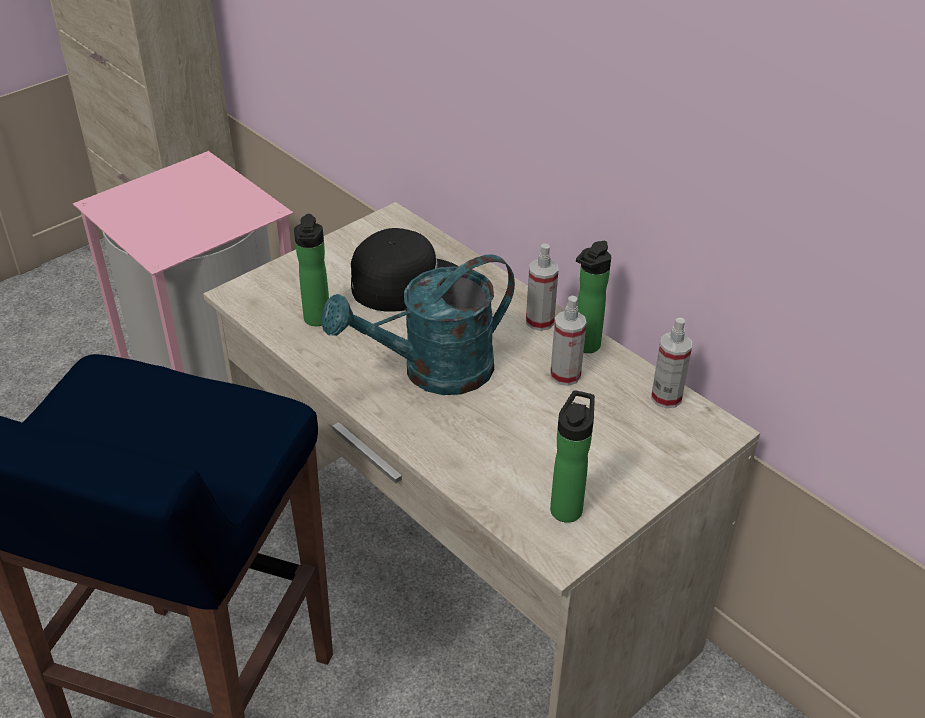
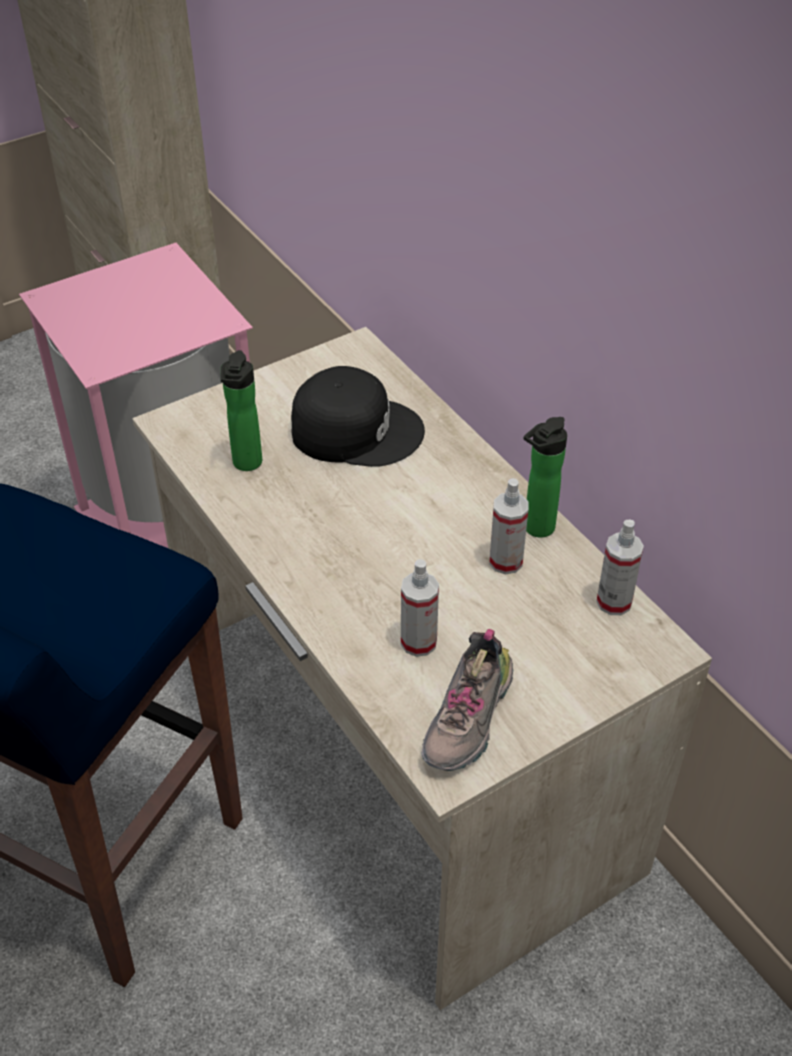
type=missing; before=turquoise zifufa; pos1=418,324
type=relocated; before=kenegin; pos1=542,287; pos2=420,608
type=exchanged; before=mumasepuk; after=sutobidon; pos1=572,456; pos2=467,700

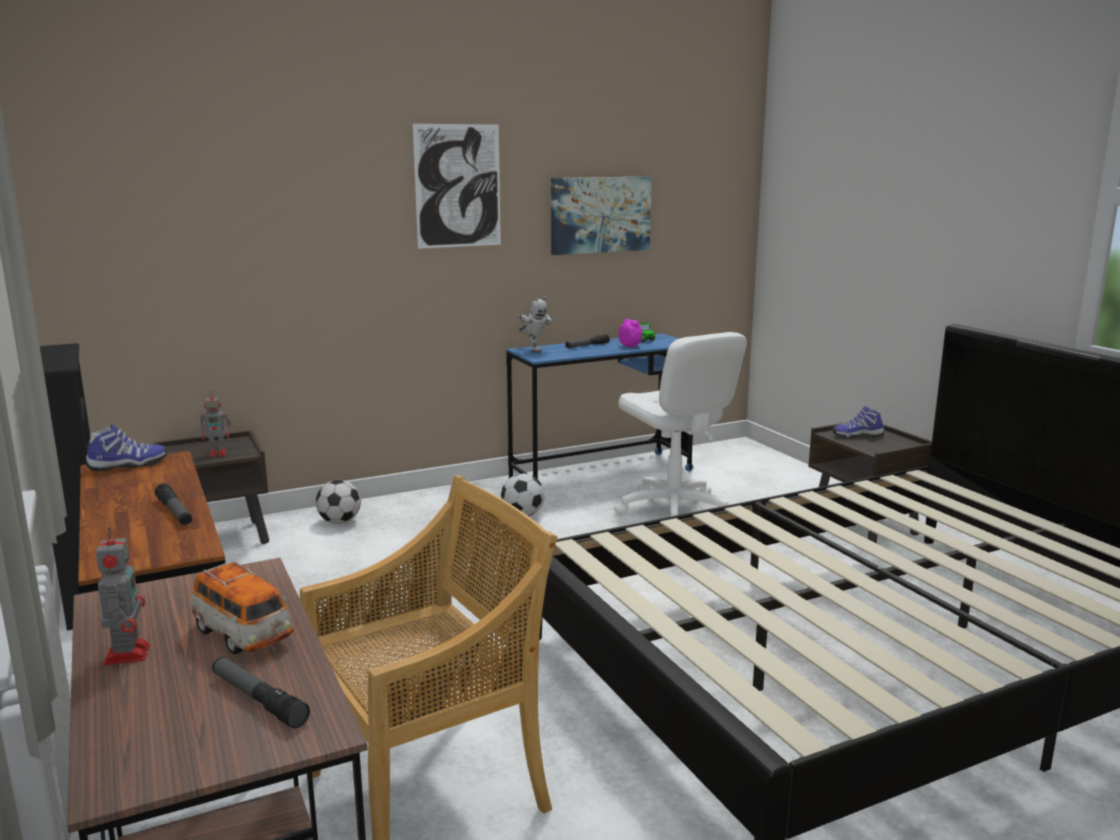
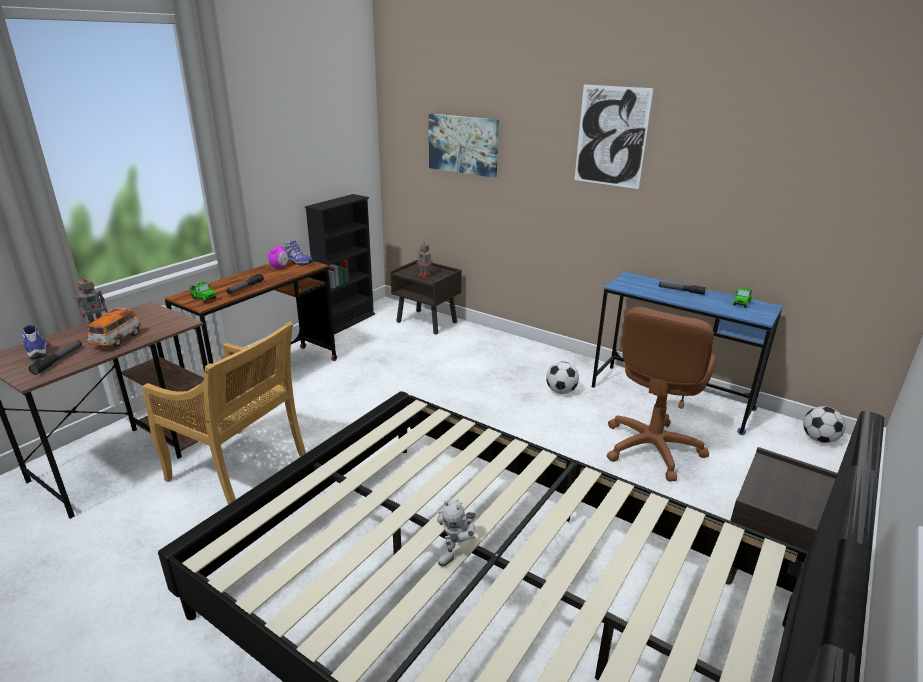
type=relocated; before=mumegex; pos1=338,502; pos2=824,424
type=relocated; before=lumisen; pos1=535,325; pos2=456,533
type=relocated; before=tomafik; pos1=601,215; pos2=464,146
type=colour; before=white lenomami; after=brown lenomami; pos1=680,424; pos2=661,394
type=relocated; before=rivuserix; pos1=630,333; pos2=278,257
type=relocated; before=sutobidon; pos1=858,422; pos2=35,342
type=appeared; after=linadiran; pos2=203,292

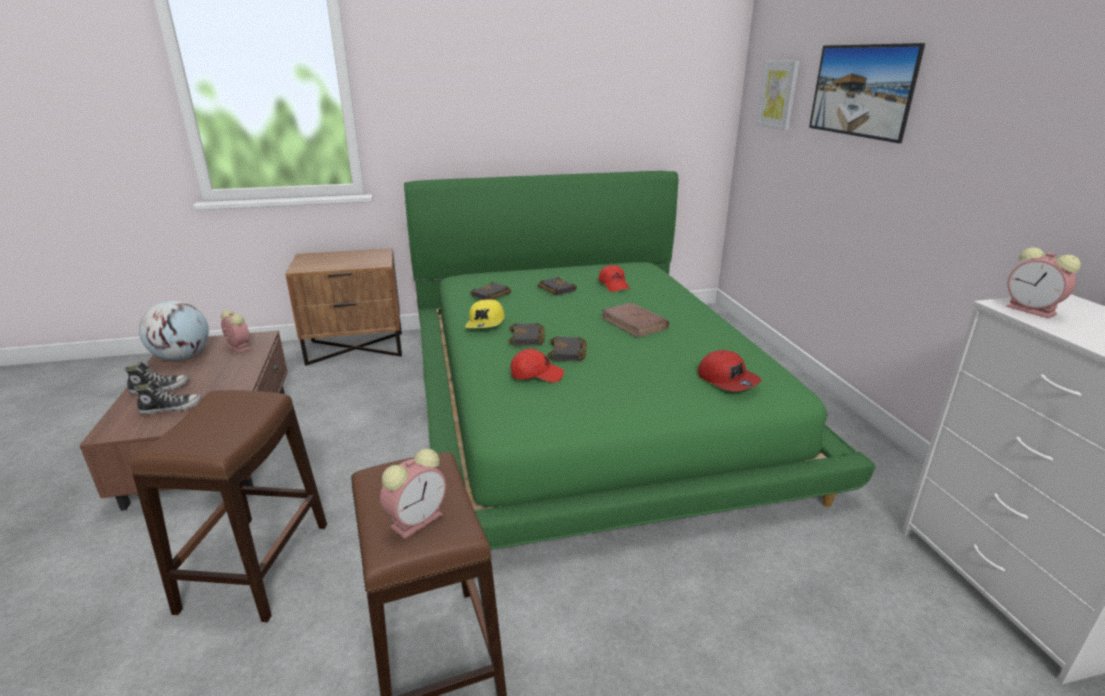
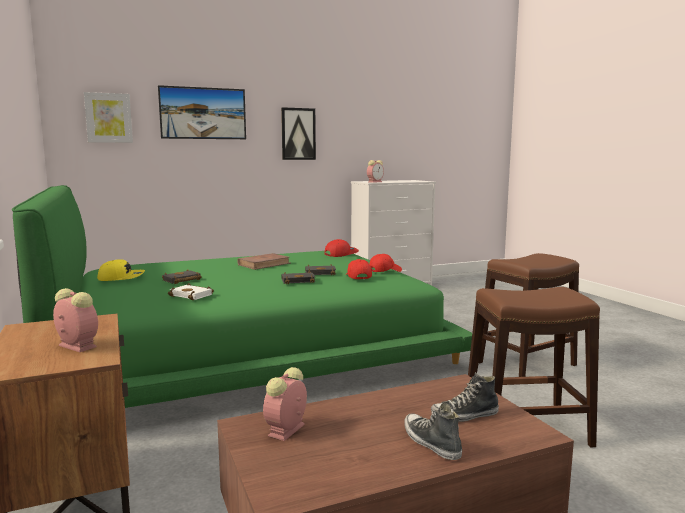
type=spun; before=sutobidon; pos1=168,397; pos2=465,397; turn=-75
type=missing; before=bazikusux; pos1=174,330
type=relocated; before=rivuserix; pos1=413,493; pos2=75,320
type=relocated; before=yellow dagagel; pos1=485,313; pos2=121,270
type=colour; before=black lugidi; after=white lugidi; pos1=491,291; pos2=191,291
type=relocated; before=red dagagel; pos1=614,278; pos2=385,263
type=appeared; after=tomafik; pos2=298,133

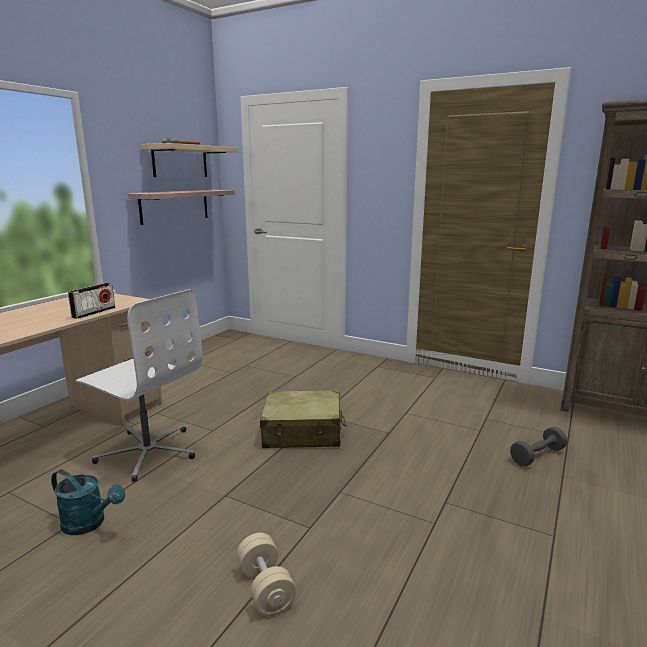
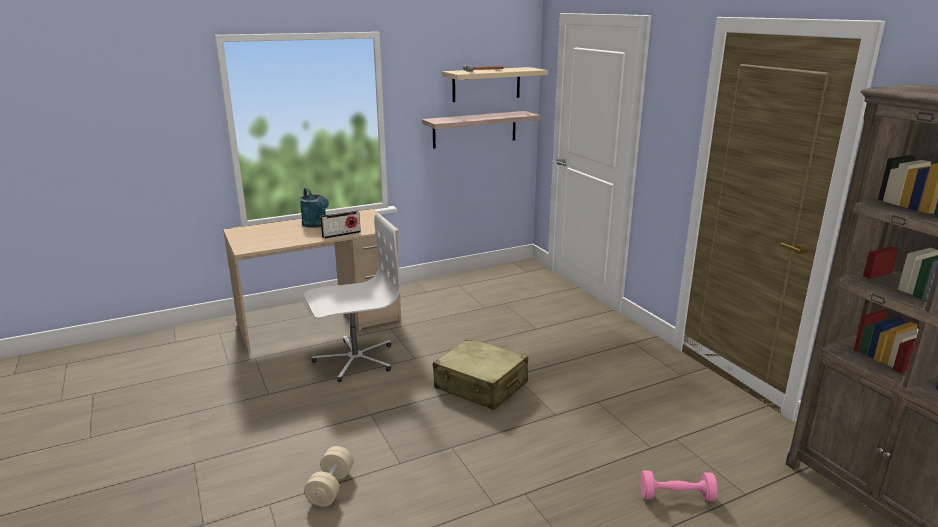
type=relocated; before=turquoise zifufa; pos1=88,502; pos2=314,208
type=spun; before=white lenomami; pos1=139,385; pos2=352,297; turn=-90
type=colour; before=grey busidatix; after=pink busidatix; pos1=538,446; pos2=679,485

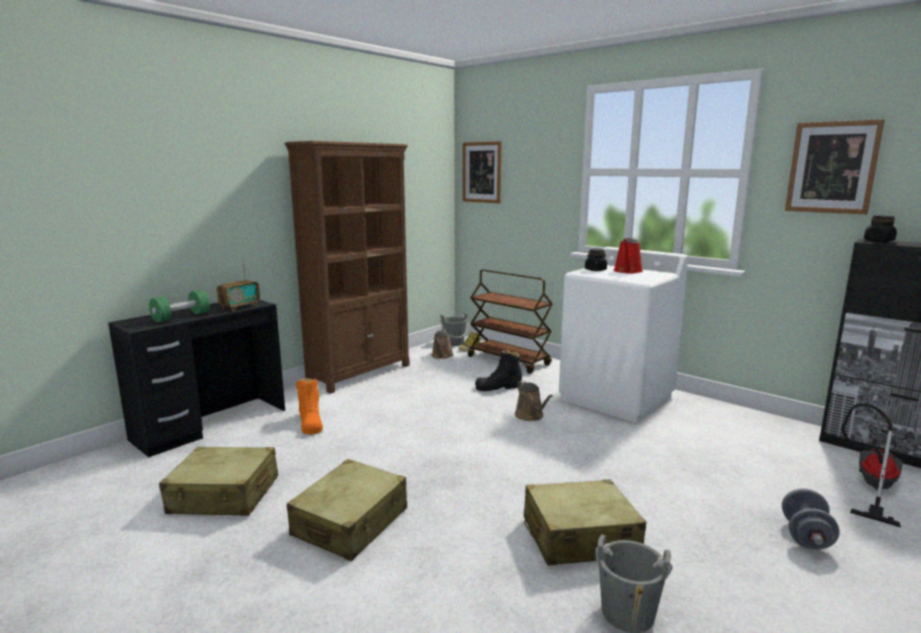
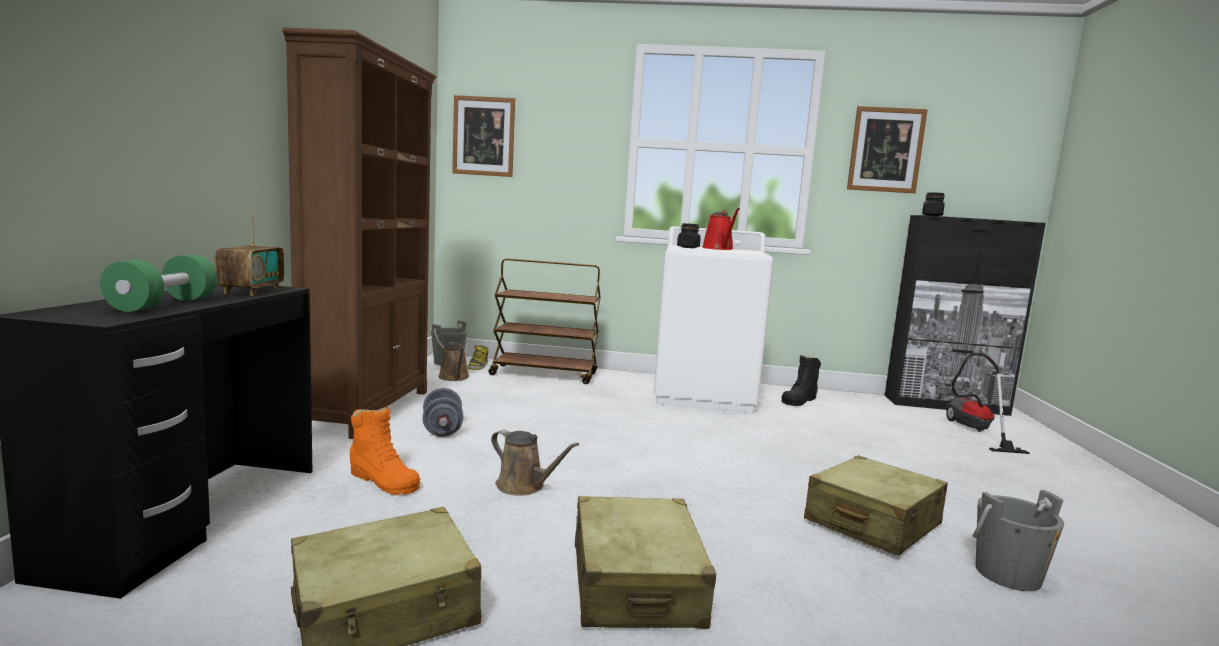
type=relocated; before=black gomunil; pos1=498,370; pos2=801,380
type=relocated; before=brown zifufa; pos1=534,400; pos2=535,462
type=relocated; before=grey busidatix; pos1=811,519; pos2=443,412

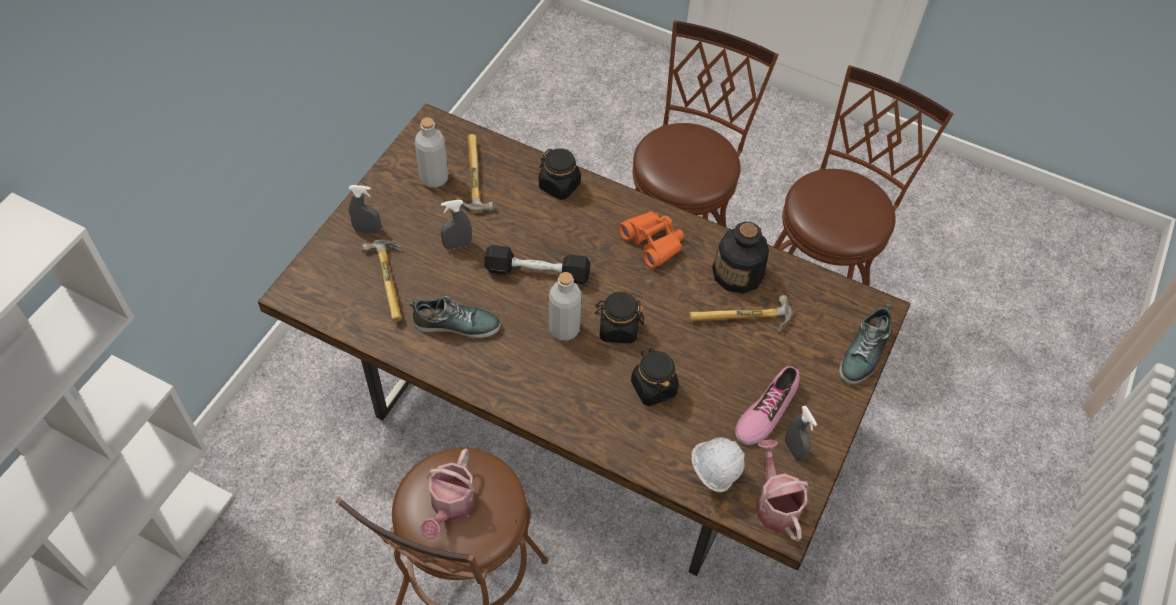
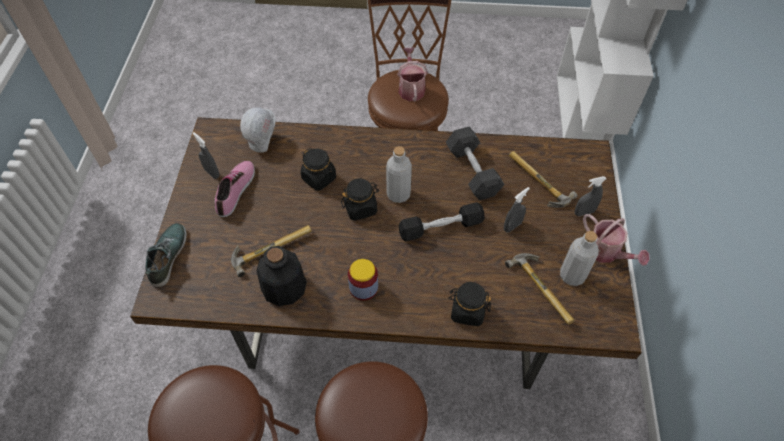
type=exchanged; before=sutobidon; after=black busidatix; pos1=455,317; pos2=475,163
type=exchanged; before=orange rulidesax; after=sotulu; pos1=651,239; pos2=363,279
type=relocated; before=zifufa; pos1=783,491; pos2=616,240

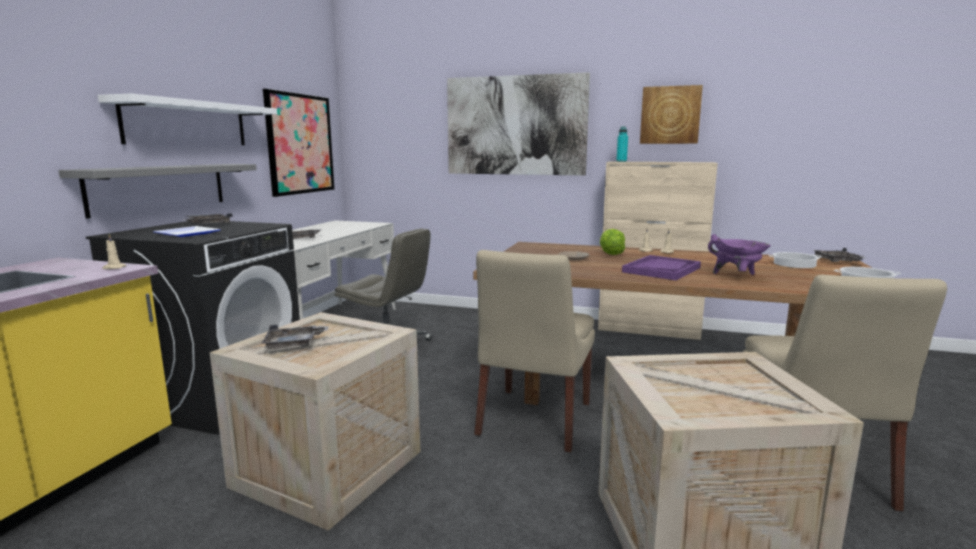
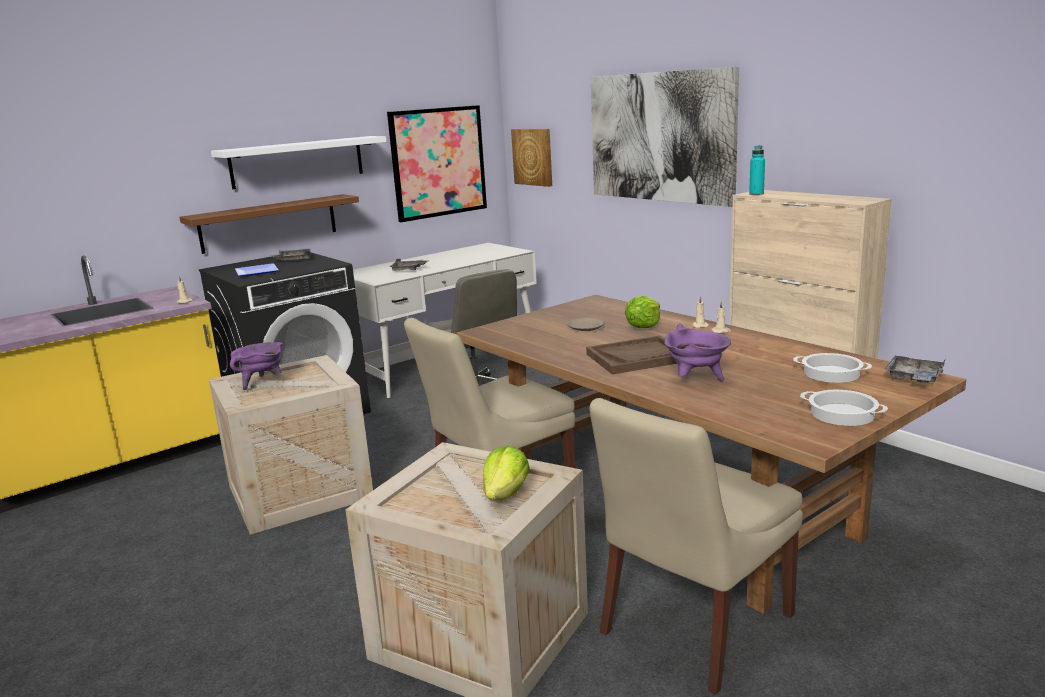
type=colour; before=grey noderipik; after=brown noderipik; pos1=158,191; pos2=269,224
type=exchanged; before=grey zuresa; after=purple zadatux; pos1=294,337; pos2=256,366
type=colour; before=purple zuresa; after=brown zuresa; pos1=661,267; pos2=631,354
type=relocated; before=tomafik; pos1=671,114; pos2=531,158
type=appeared; after=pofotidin; pos2=506,473

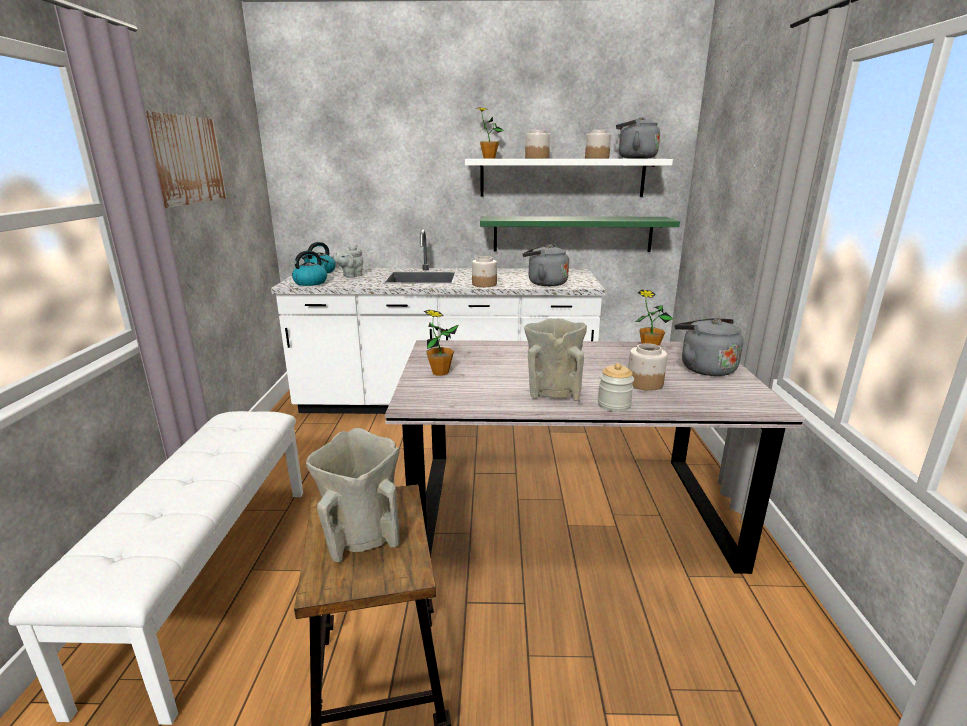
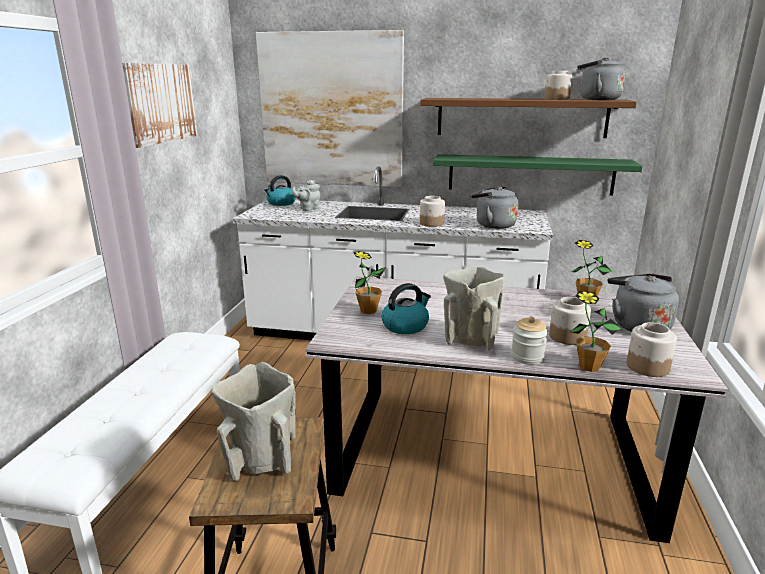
type=relocated; before=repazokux; pos1=310,268; pos2=406,308
type=colour; before=white noderipik; after=brown noderipik; pos1=569,178; pos2=528,118
type=relocated; before=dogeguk; pos1=490,133; pos2=596,331
type=relocated; before=sotulu; pos1=537,144; pos2=652,349
type=appeared; after=tomafik; pos2=330,108

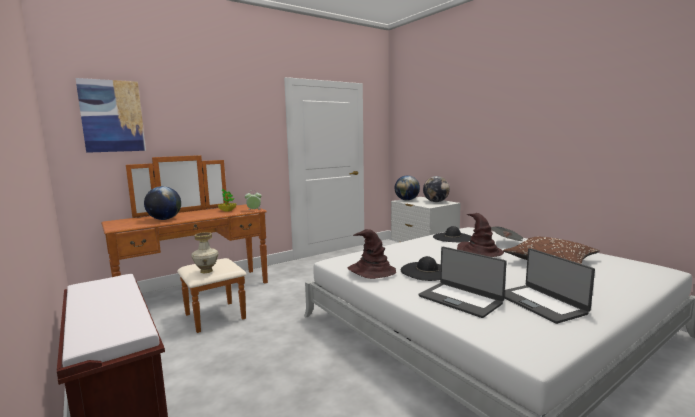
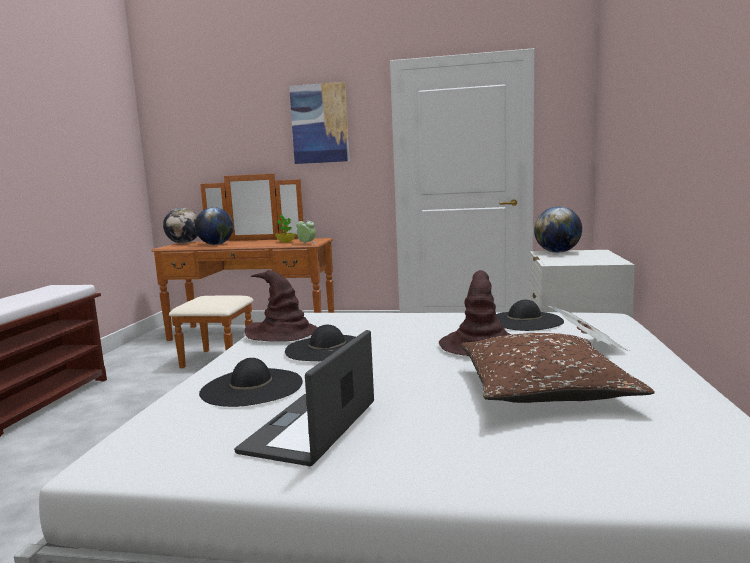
type=relocated; before=tomafik; pos1=110,115; pos2=319,123
type=missing; before=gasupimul; pos1=205,252
type=exchanged; before=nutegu; after=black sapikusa; pos1=462,282; pos2=251,382
type=relocated; before=bazikusux; pos1=436,189; pos2=180,226

